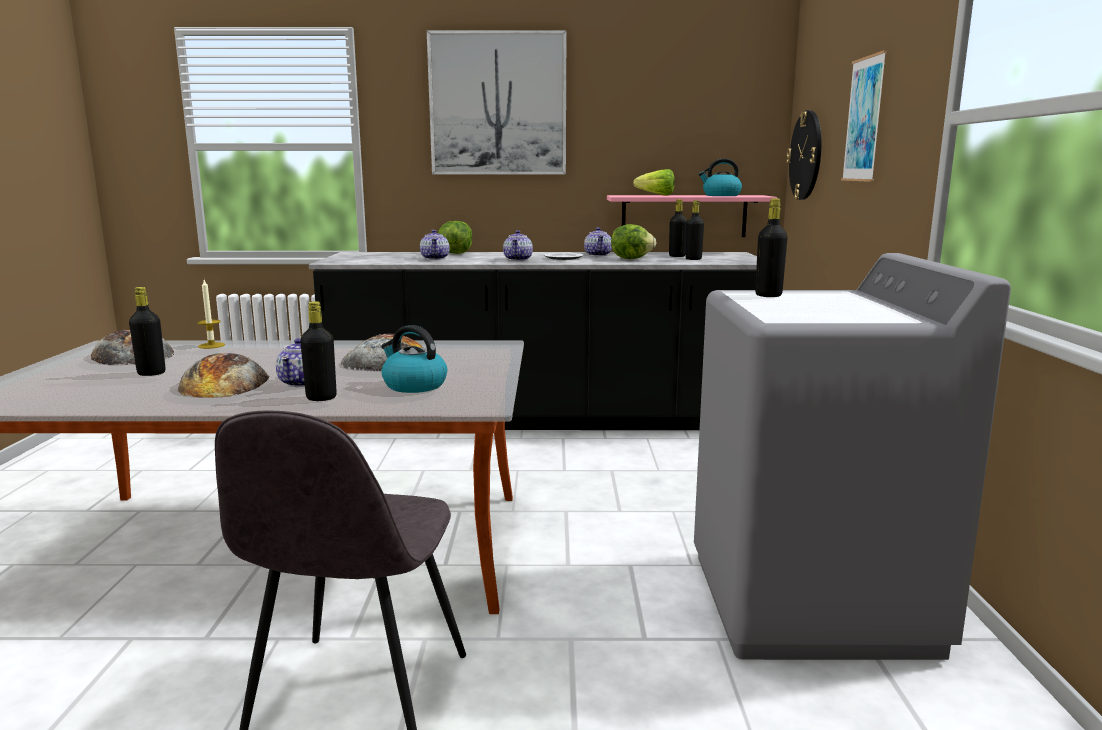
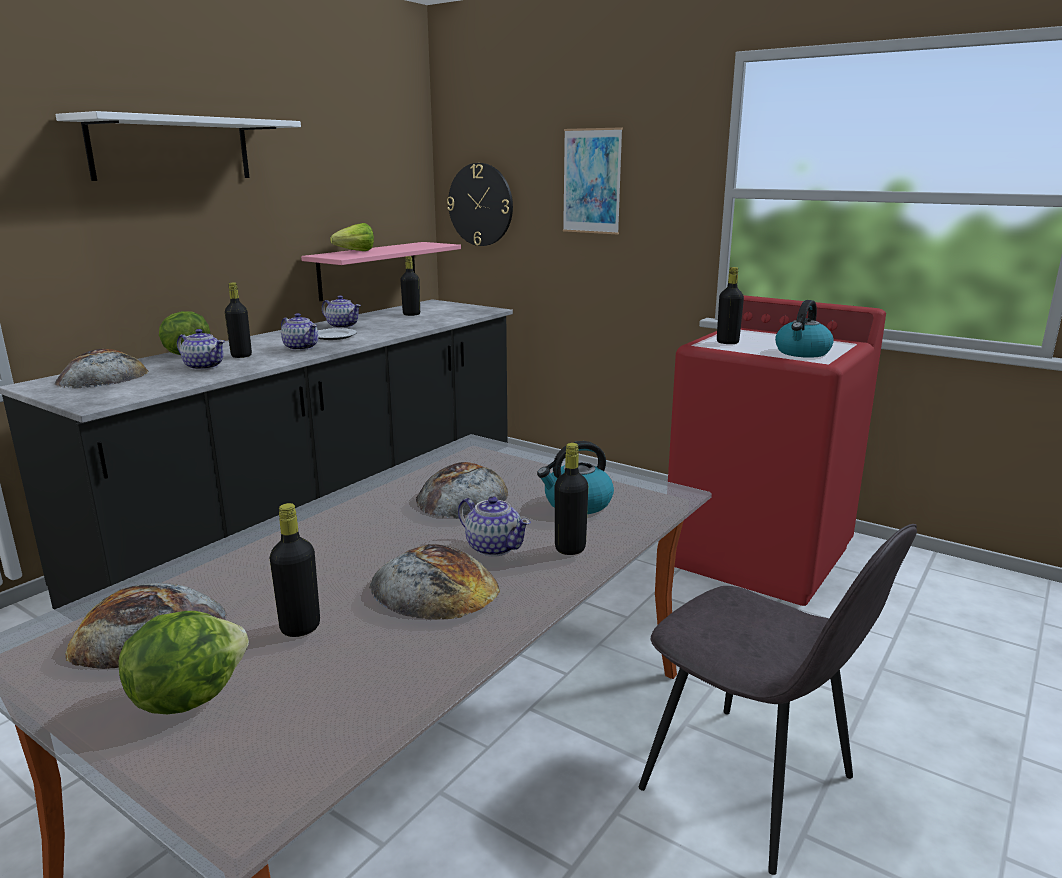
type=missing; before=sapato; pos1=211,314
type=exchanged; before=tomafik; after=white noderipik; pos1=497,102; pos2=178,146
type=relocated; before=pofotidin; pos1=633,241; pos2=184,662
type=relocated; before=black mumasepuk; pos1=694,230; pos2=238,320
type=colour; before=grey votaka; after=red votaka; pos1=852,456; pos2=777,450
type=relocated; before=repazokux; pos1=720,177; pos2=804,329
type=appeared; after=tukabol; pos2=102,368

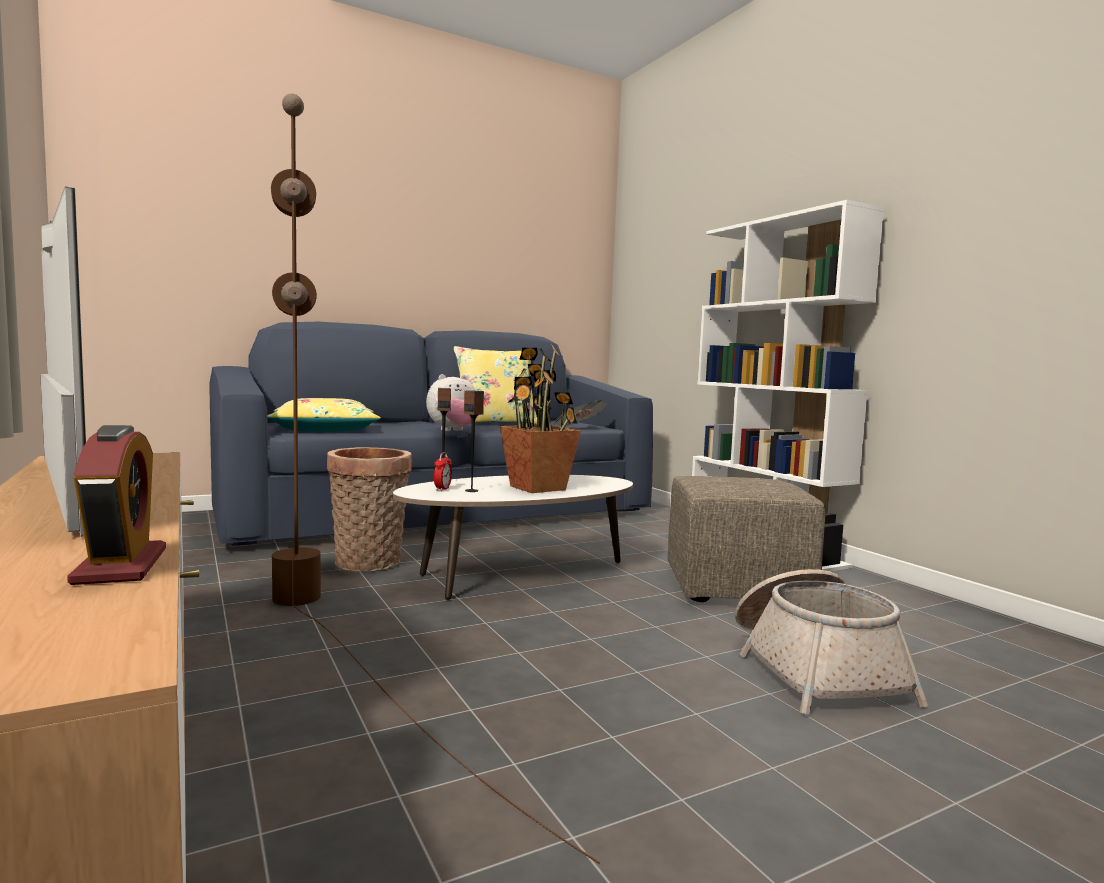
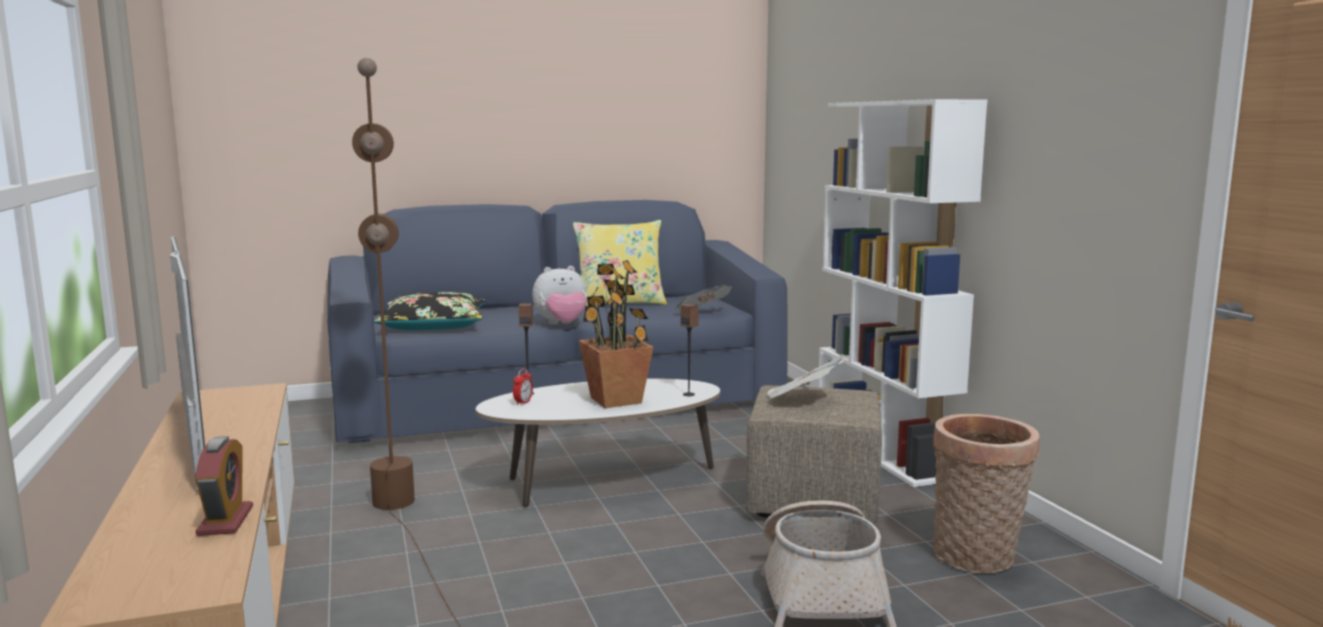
type=colour; before=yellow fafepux; after=black fafepux; pos1=324,415; pos2=430,311
type=relocated; before=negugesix; pos1=369,509; pos2=986,493
type=relocated; before=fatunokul; pos1=474,441; pos2=690,349
type=appeared; after=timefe; pos2=806,378

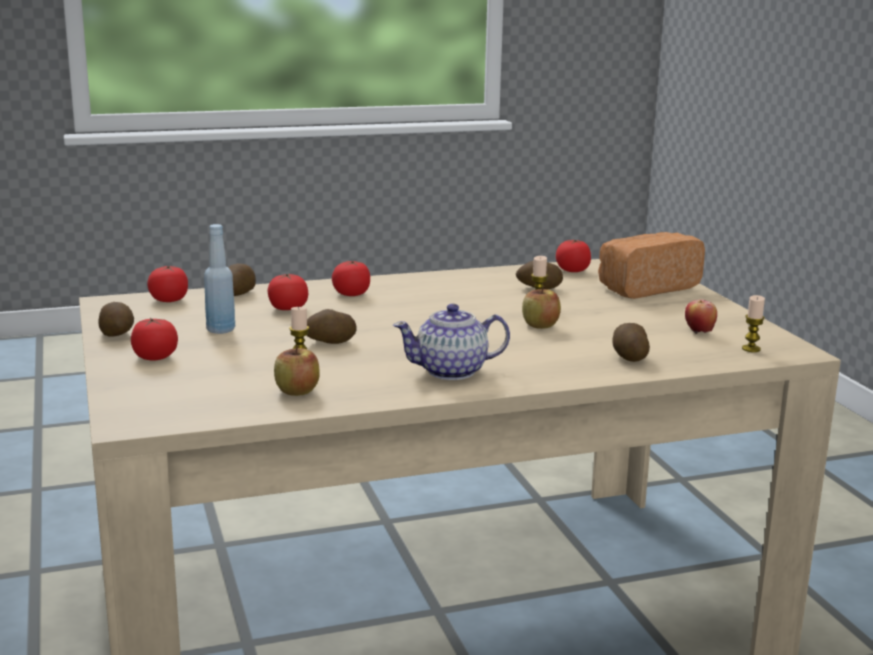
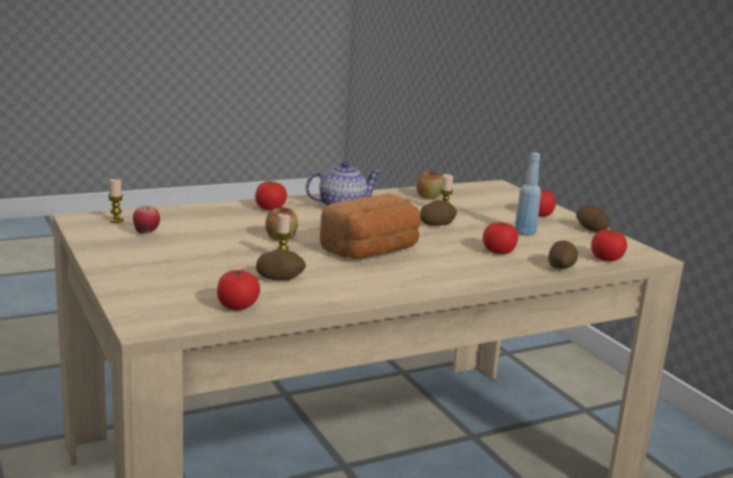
type=relocated; before=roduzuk; pos1=351,278; pos2=271,195
type=relocated; before=tukabol; pos1=651,265; pos2=370,226
type=missing; before=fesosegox; pos1=631,342

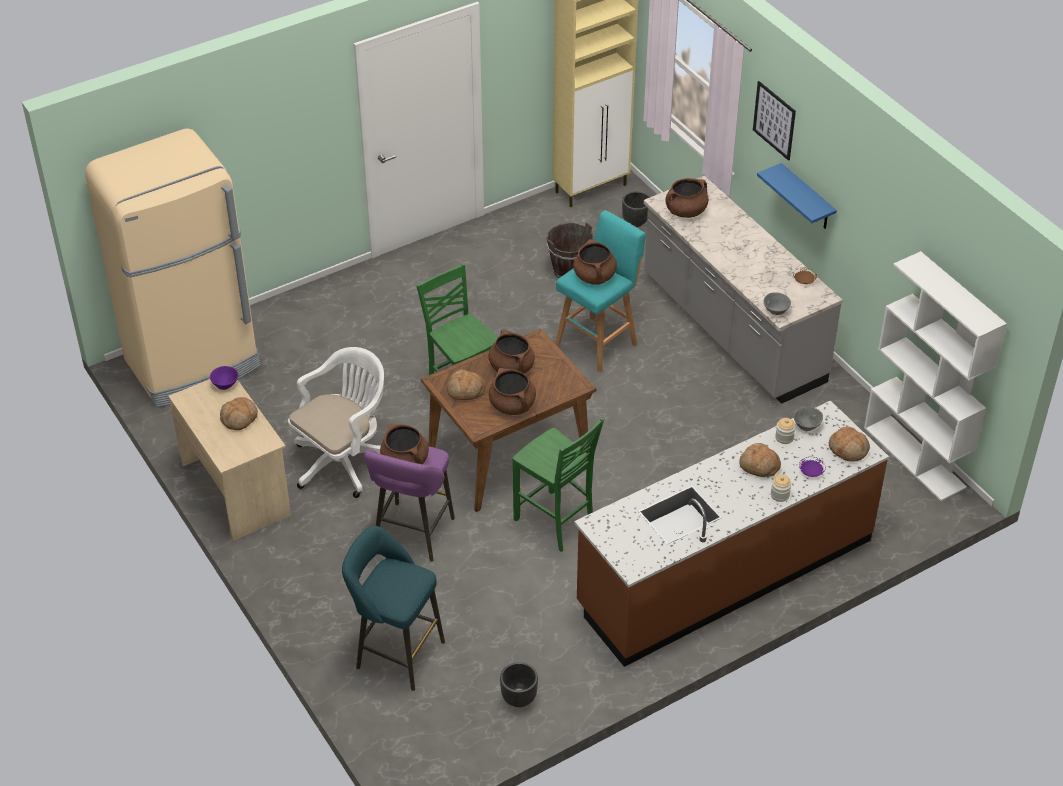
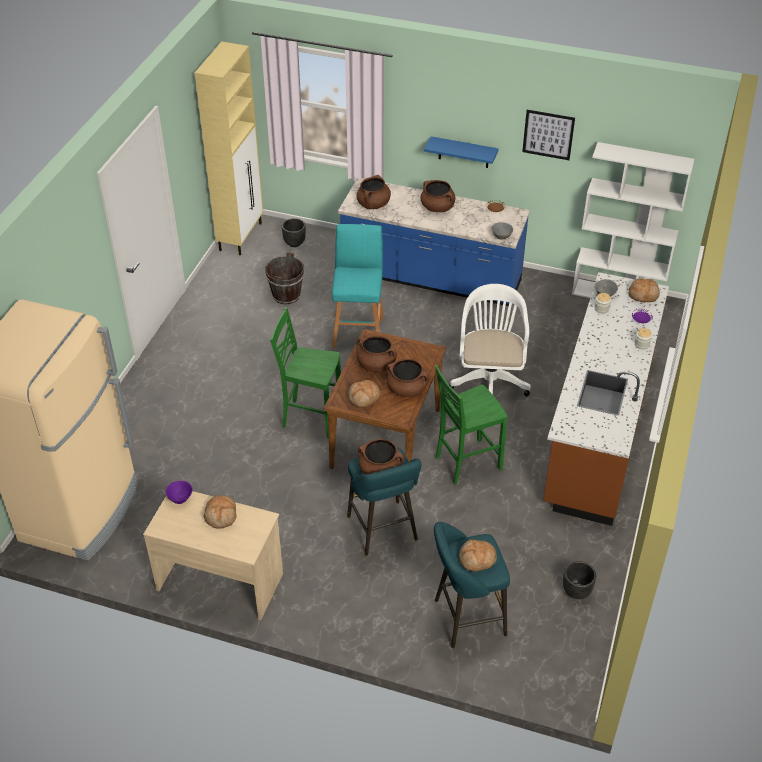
type=relocated; before=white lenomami; pos1=336,422; pos2=490,340
type=colour; before=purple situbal; after=turquoise situbal; pos1=409,504; pos2=384,502
type=spun; before=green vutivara; pos1=558,485; pos2=471,425; turn=150
type=relocated; before=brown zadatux; pos1=595,262; pos2=438,196
type=colour; before=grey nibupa; after=blue nibupa; pos1=743,290; pos2=434,241
type=relocated; before=tukabol; pos1=760,460; pos2=478,556
type=relocated; before=tomafik; pos1=774,121; pos2=548,135

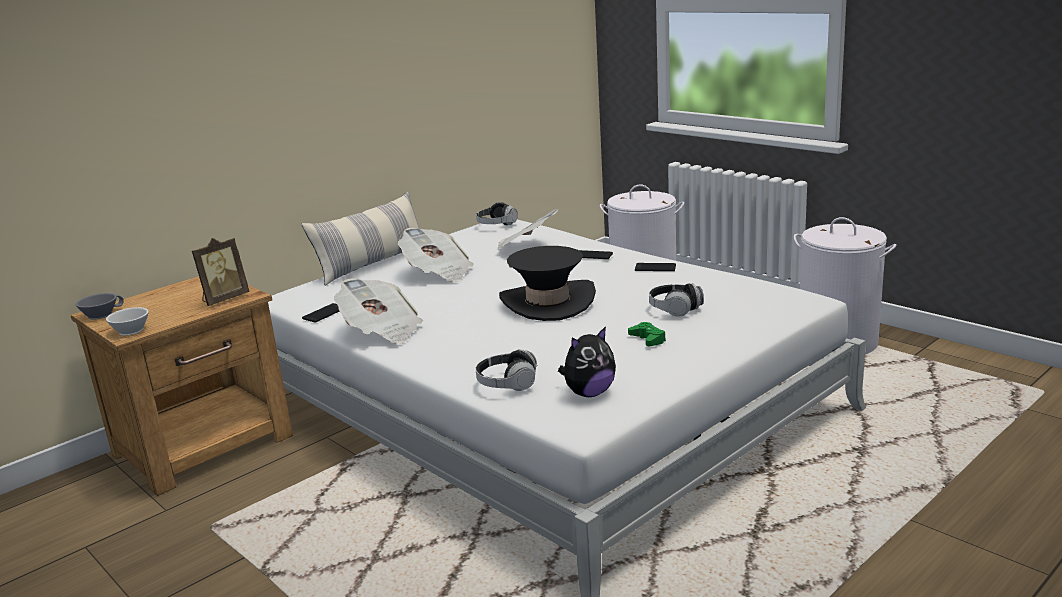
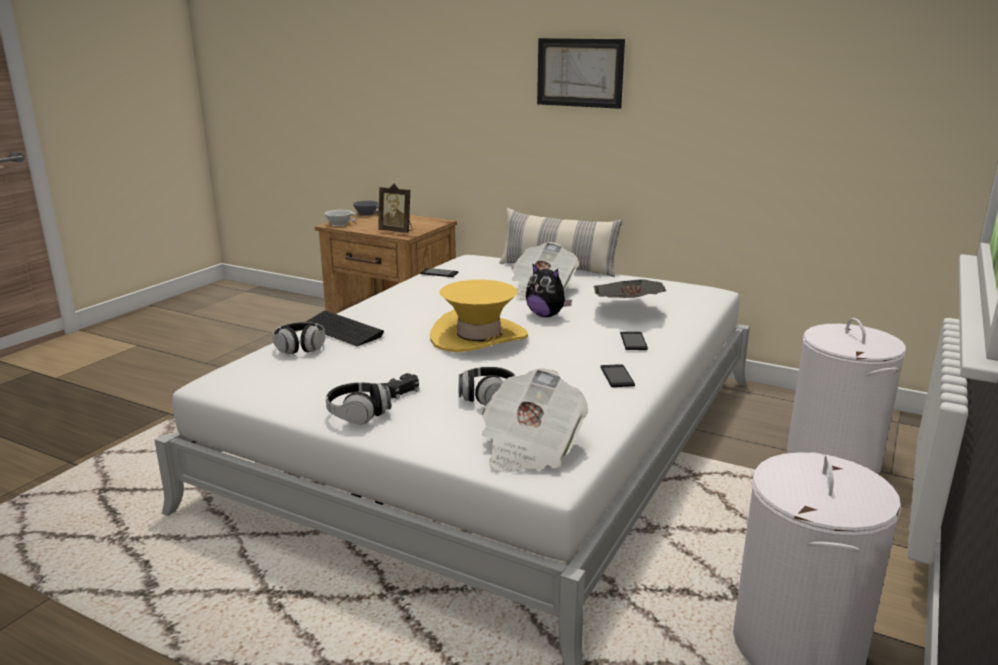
type=relocated; before=timefe; pos1=378,311; pos2=535,420
type=relocated; before=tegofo; pos1=497,213; pos2=358,403
type=colour; before=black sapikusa; after=yellow sapikusa; pos1=547,283; pos2=479,316
type=relocated; before=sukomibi; pos1=587,361; pos2=549,290
type=colour; before=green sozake; after=black sozake; pos1=647,334; pos2=399,386
type=appeared; after=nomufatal; pos2=345,328
type=appeared; after=tomafik; pos2=581,73

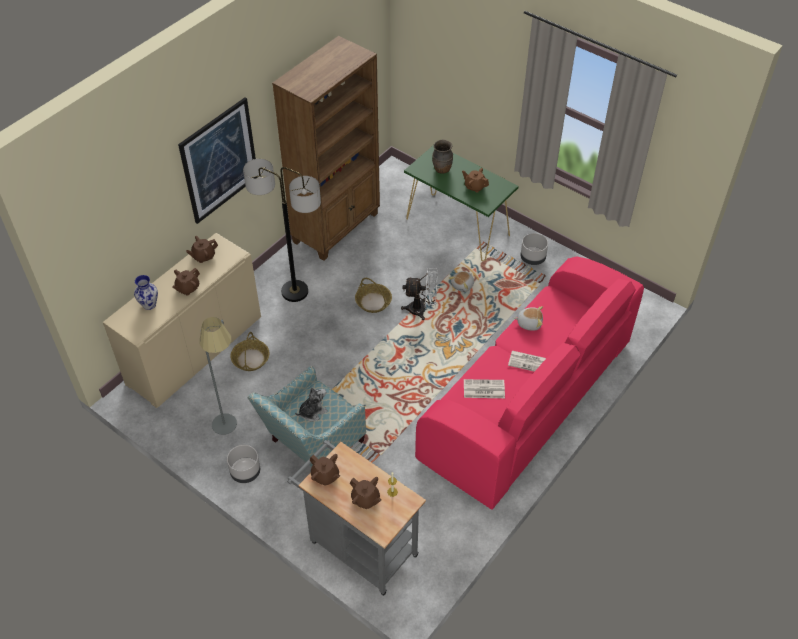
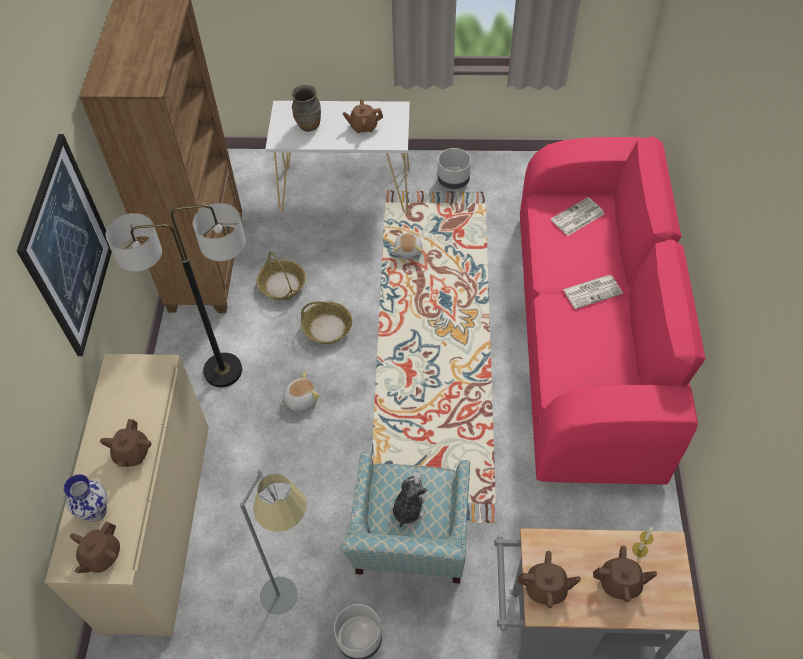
type=relocated; before=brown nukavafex; pos1=202,249; pos2=95,547
type=relocated; before=negugesix; pos1=250,351; pos2=281,276
type=missing; before=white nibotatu; pos1=419,294
type=colour; before=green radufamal; after=white radufamal; pos1=461,203; pos2=337,157
type=relocated; before=timefe; pos1=484,388; pos2=577,216
type=relocated; before=sukomibi; pos1=528,318; pos2=300,391

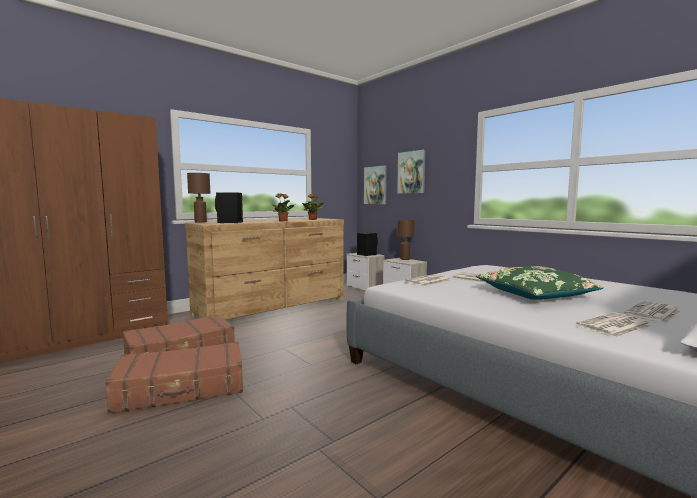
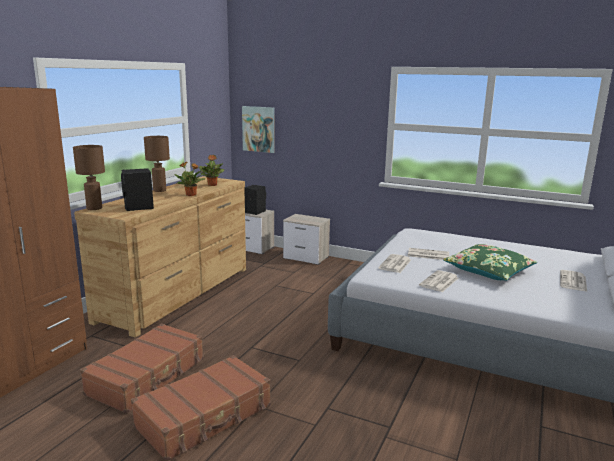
type=missing; before=tomafik; pos1=411,172
type=relocated; before=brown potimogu; pos1=405,240; pos2=157,164
type=relocated; before=timefe; pos1=614,325; pos2=438,281

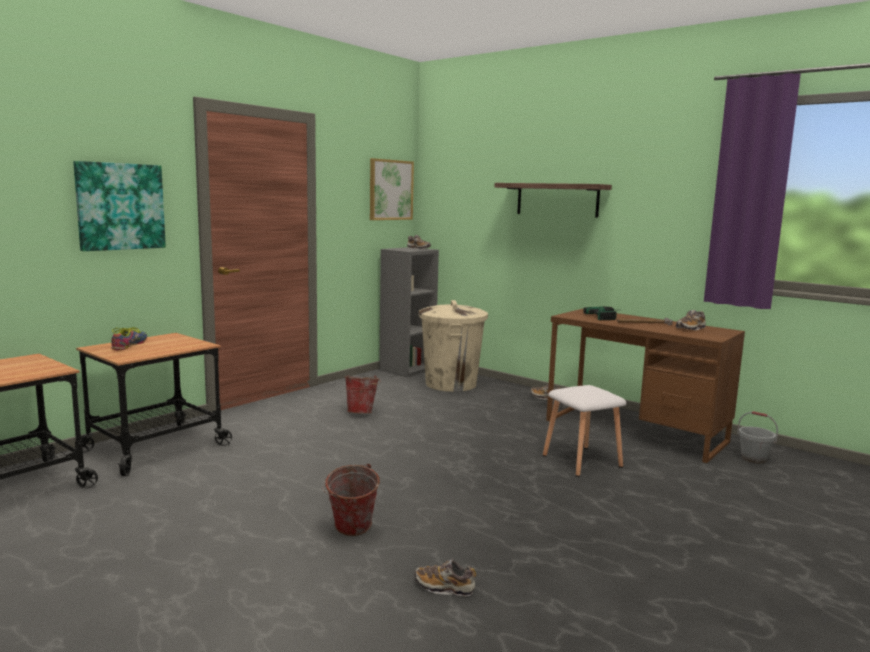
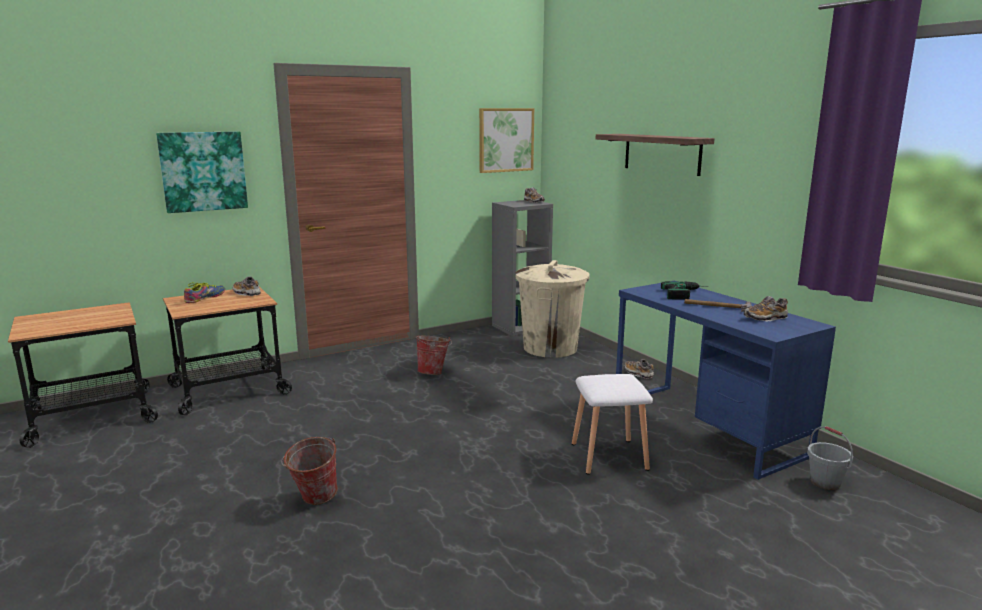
type=relocated; before=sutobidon; pos1=445,577; pos2=247,286
type=colour; before=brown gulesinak; after=blue gulesinak; pos1=645,386; pos2=726,380

